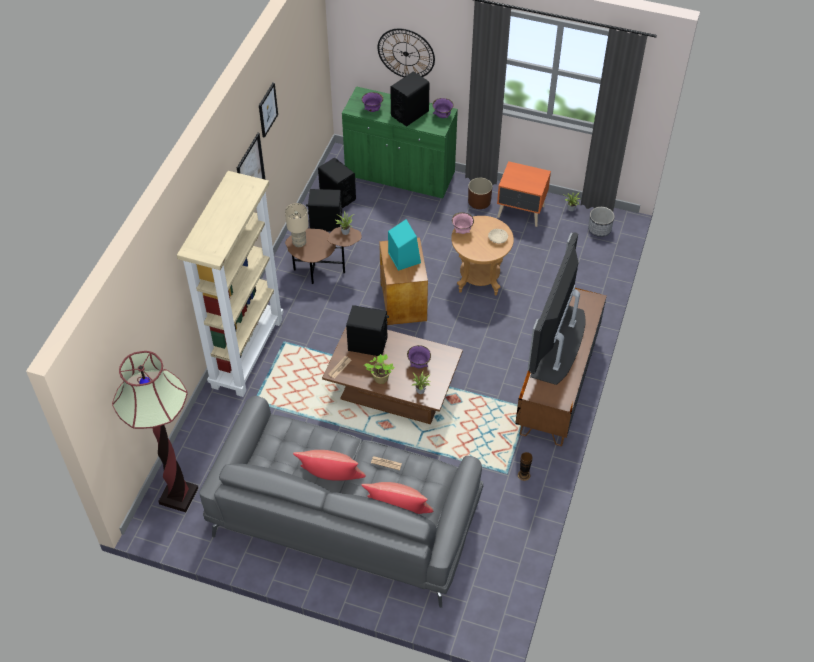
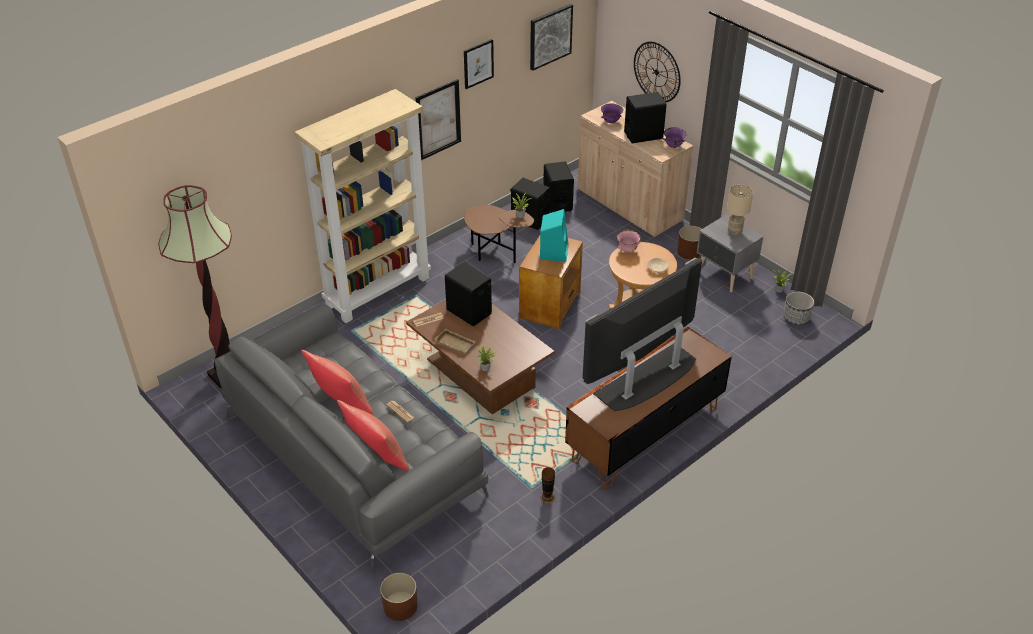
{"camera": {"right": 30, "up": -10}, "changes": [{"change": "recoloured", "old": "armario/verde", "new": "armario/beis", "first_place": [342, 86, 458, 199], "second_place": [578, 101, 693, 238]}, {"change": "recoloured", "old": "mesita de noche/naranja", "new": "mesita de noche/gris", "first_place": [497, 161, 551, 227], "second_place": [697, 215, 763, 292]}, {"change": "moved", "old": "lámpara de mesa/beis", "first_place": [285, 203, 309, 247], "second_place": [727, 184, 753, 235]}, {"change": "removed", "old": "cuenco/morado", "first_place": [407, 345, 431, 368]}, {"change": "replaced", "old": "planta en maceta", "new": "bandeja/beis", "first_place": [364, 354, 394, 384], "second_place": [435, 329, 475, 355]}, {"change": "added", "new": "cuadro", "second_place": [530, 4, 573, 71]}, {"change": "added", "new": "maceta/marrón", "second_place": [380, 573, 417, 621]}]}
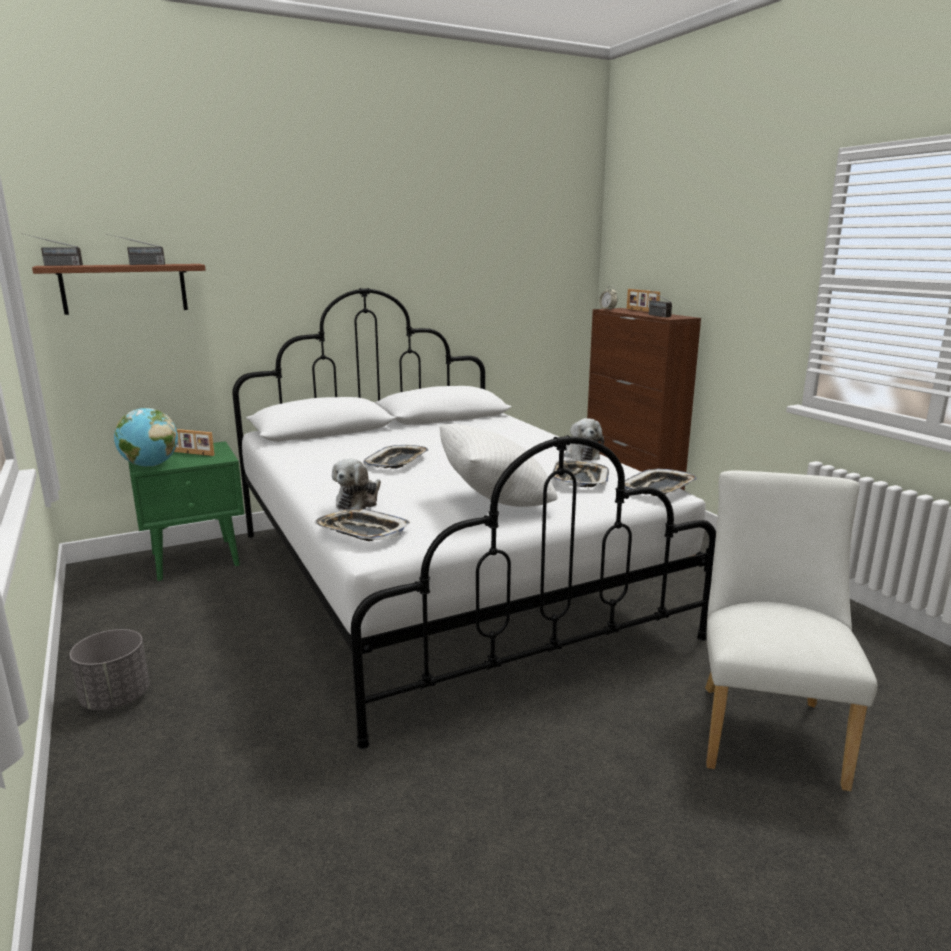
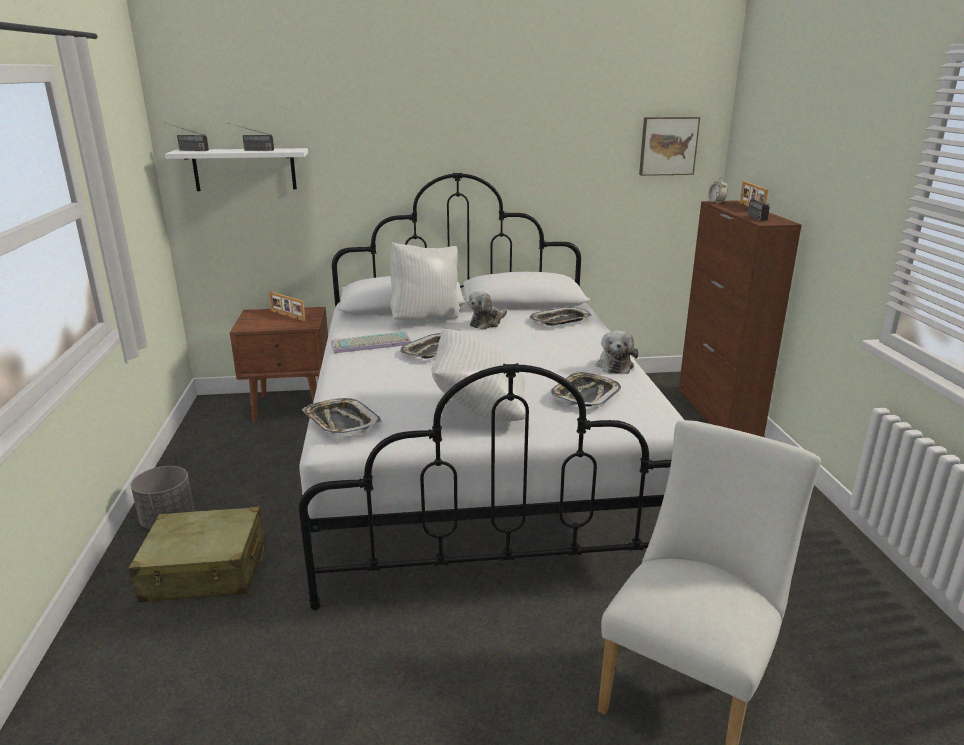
{"camera": {"right": 20, "up": 5}, "changes": [{"change": "recoloured", "old": "estante/marrón", "new": "estante/blanco", "first_place": [32, 264, 206, 315], "second_place": [165, 148, 308, 191]}, {"change": "removed", "old": "globo terráqueo", "first_place": [114, 408, 178, 467]}, {"change": "recoloured", "old": "mesita de noche/verde", "new": "mesita de noche/marrón", "first_place": [128, 441, 244, 581], "second_place": [230, 307, 328, 422]}, {"change": "moved", "old": "peluche", "first_place": [332, 458, 381, 510], "second_place": [468, 291, 507, 330]}, {"change": "moved", "old": "bandeja", "first_place": [625, 468, 697, 496], "second_place": [529, 307, 592, 326]}, {"change": "added", "new": "cuadro", "second_place": [639, 117, 700, 176]}, {"change": "added", "new": "cojín/blanco", "second_place": [390, 242, 459, 321]}, {"change": "added", "new": "teclado", "second_place": [331, 332, 412, 353]}, {"change": "added", "new": "maleta/beis", "second_place": [128, 507, 266, 602]}]}
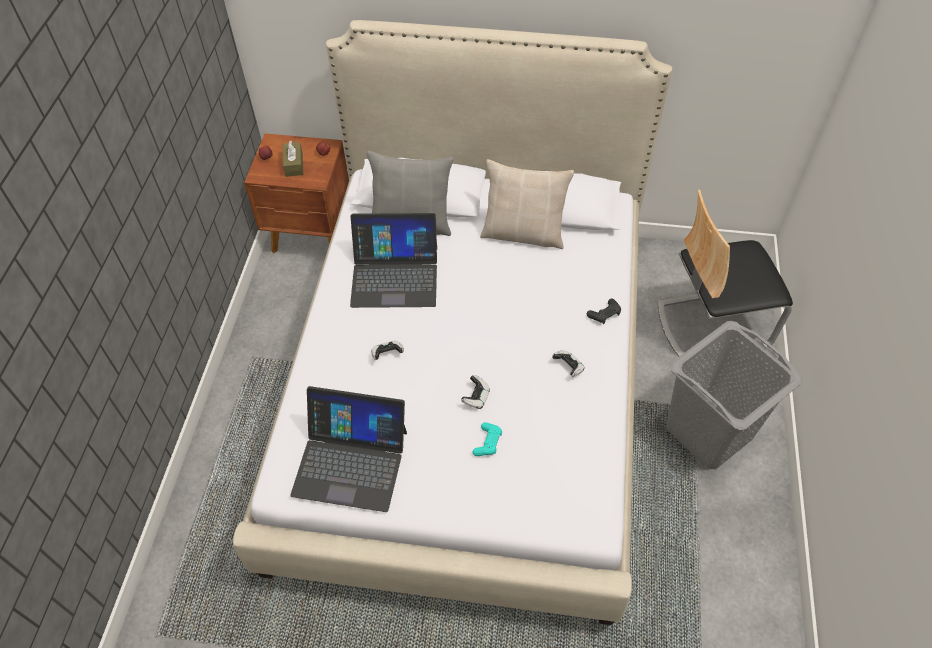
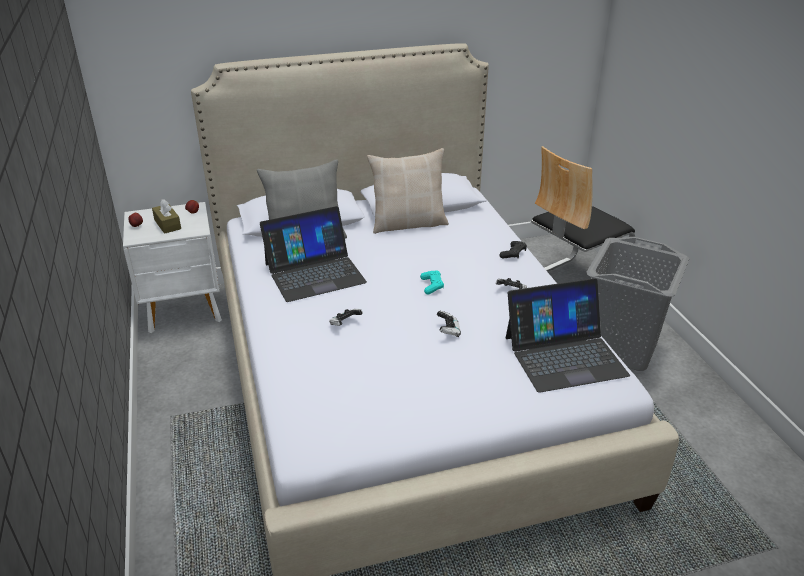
{"camera": {"right": -25, "up": -20}, "changes": [{"change": "recoloured", "old": "mesita de noche/marrón", "new": "mesita de noche/blanco", "first_place": [244, 133, 349, 253], "second_place": [123, 202, 222, 333]}, {"change": "moved", "old": "portátil", "first_place": [291, 386, 407, 512], "second_place": [506, 278, 630, 393]}, {"change": "moved", "old": "mando de consola/turquesa", "first_place": [473, 422, 502, 456], "second_place": [420, 271, 444, 295]}]}
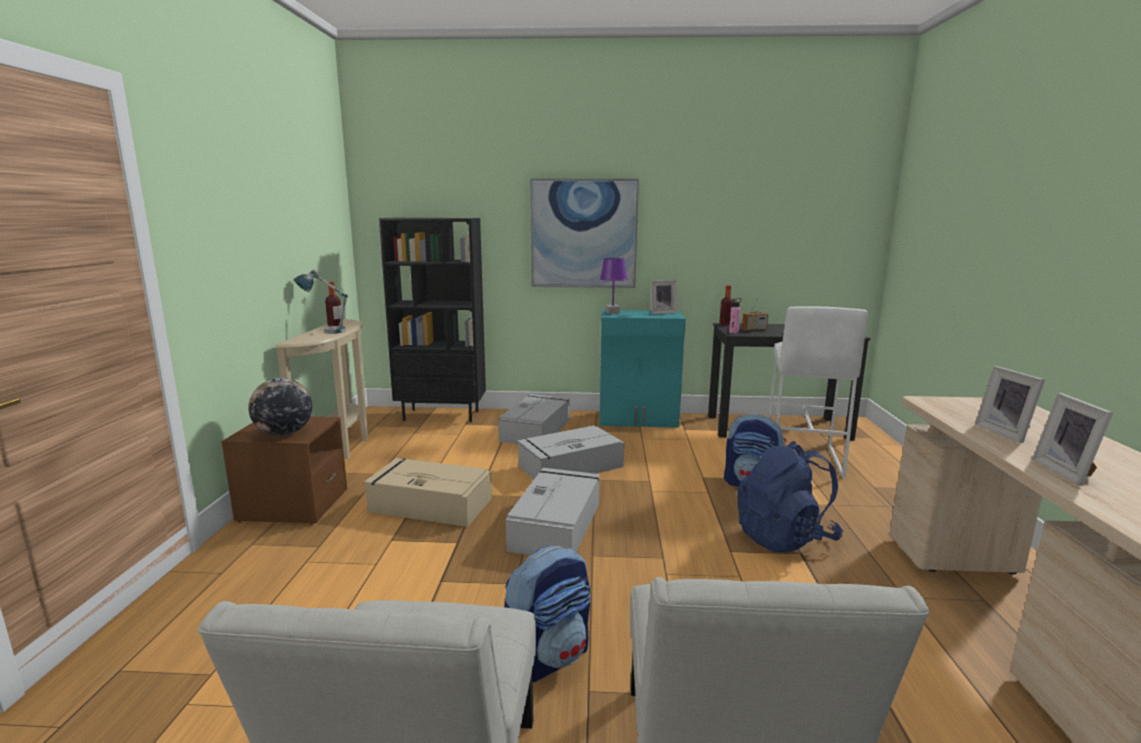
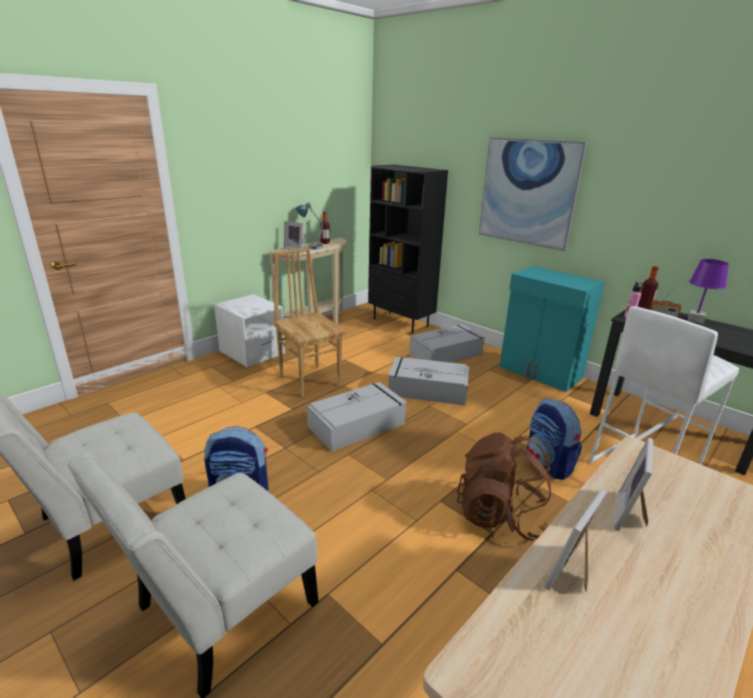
{"camera": {"right": 40, "up": 10}, "changes": [{"change": "moved", "old": "lámpara de mesa/morado", "first_place": [600, 258, 627, 314], "second_place": [688, 259, 729, 324]}, {"change": "moved", "old": "portarretratos", "first_place": [651, 280, 677, 314], "second_place": [284, 221, 304, 250]}, {"change": "removed", "old": "globo terráqueo", "first_place": [248, 378, 312, 436]}, {"change": "recoloured", "old": "mesita de noche/marrón", "new": "mesita de noche/blanco", "first_place": [221, 417, 347, 525], "second_place": [214, 294, 285, 367]}, {"change": "recoloured", "old": "mochila/azul", "new": "mochila/marrón", "first_place": [737, 441, 843, 552], "second_place": [457, 433, 551, 541]}, {"change": "replaced", "old": "caja de almacenaje/beis", "new": "silla/marrón", "first_place": [364, 458, 492, 527], "second_place": [273, 248, 346, 397]}]}
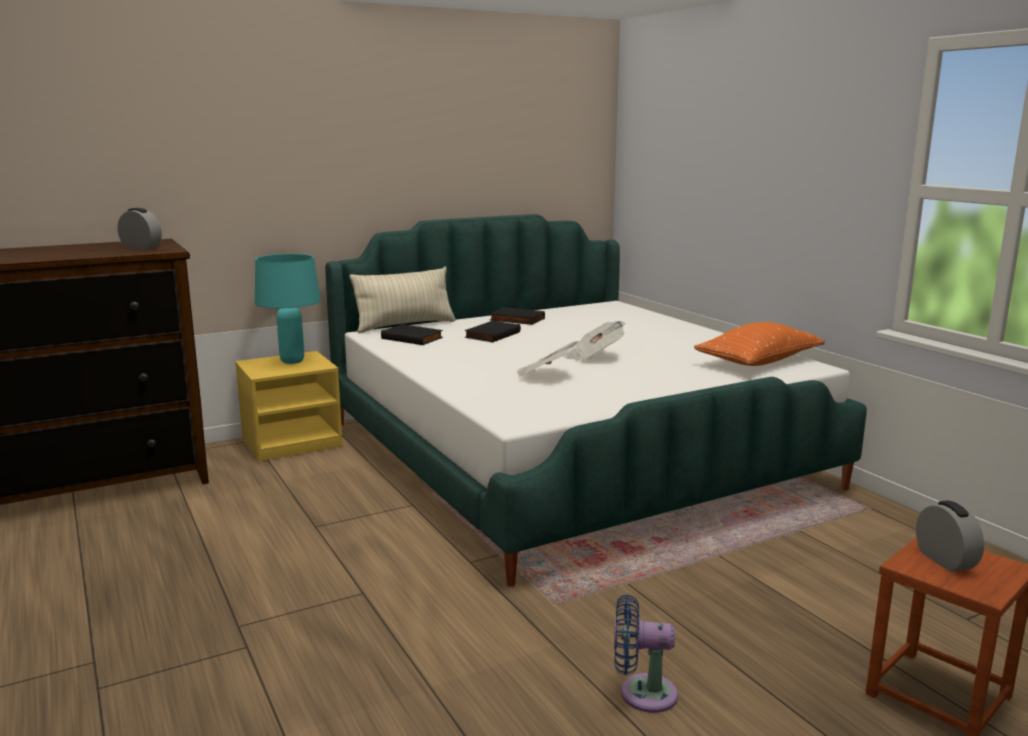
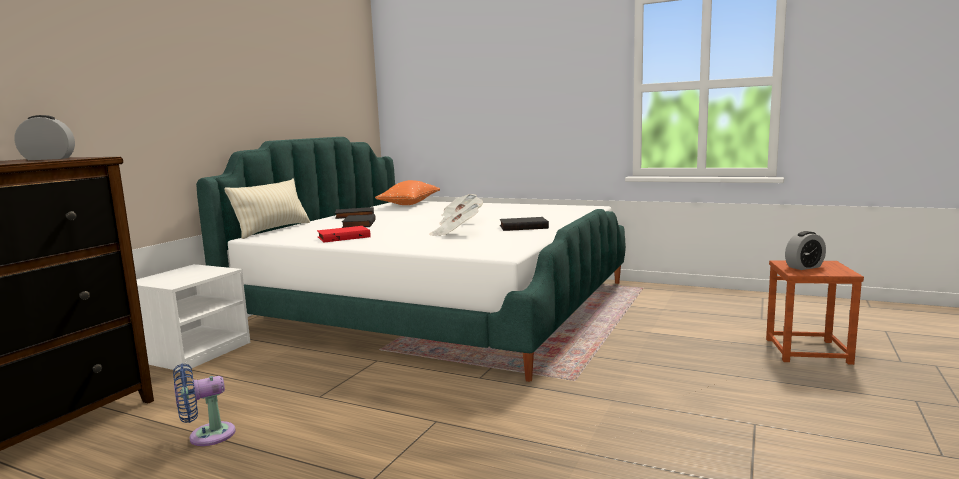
{"camera": {"right": -35, "up": -5}, "changes": [{"change": "removed", "old": "lámpara de mesa/turquesa", "first_place": [255, 254, 321, 364]}, {"change": "moved", "old": "cojín/naranja", "first_place": [694, 322, 825, 366], "second_place": [375, 180, 440, 205]}, {"change": "moved", "old": "libro/negro", "first_place": [381, 324, 443, 345], "second_place": [499, 217, 549, 231]}, {"change": "recoloured", "old": "mesita de noche/amarillo", "new": "mesita de noche/blanco", "first_place": [235, 351, 343, 461], "second_place": [136, 264, 251, 373]}, {"change": "turned", "old": "despertador", "first_place": [916, 501, 984, 572], "second_place": [785, 231, 826, 270], "degrees": 120}, {"change": "moved", "old": "ventilador/azul", "first_place": [614, 594, 678, 713], "second_place": [173, 364, 236, 446]}, {"change": "added", "new": "libro/rojo", "second_place": [317, 226, 371, 243]}]}
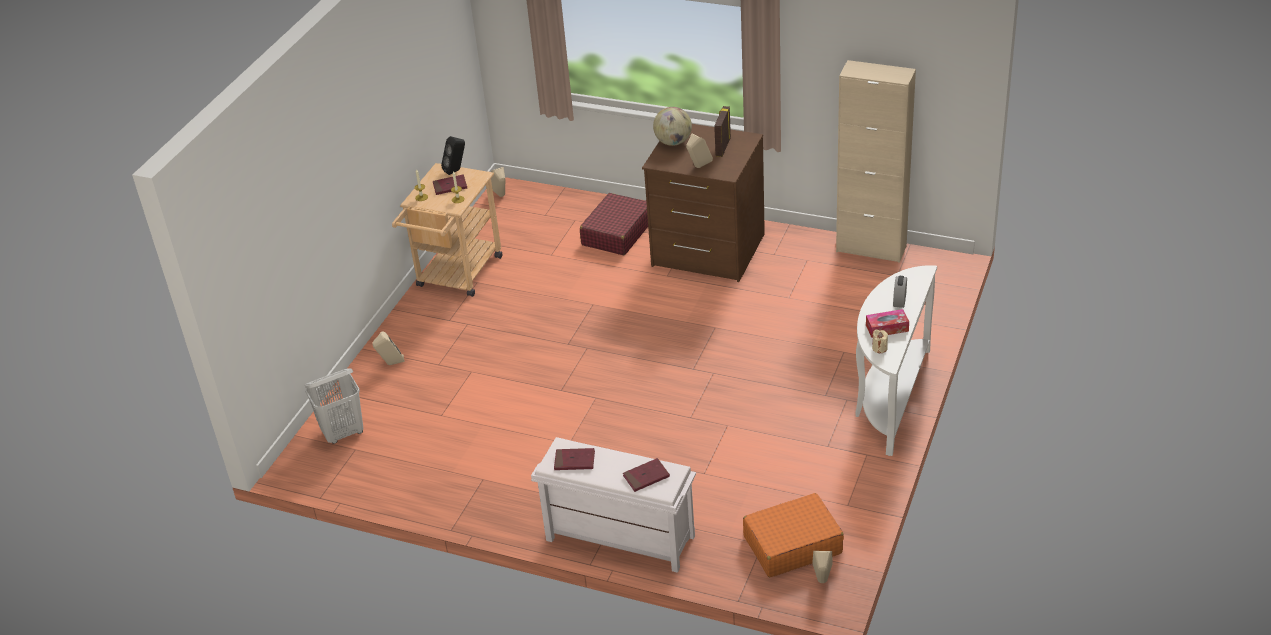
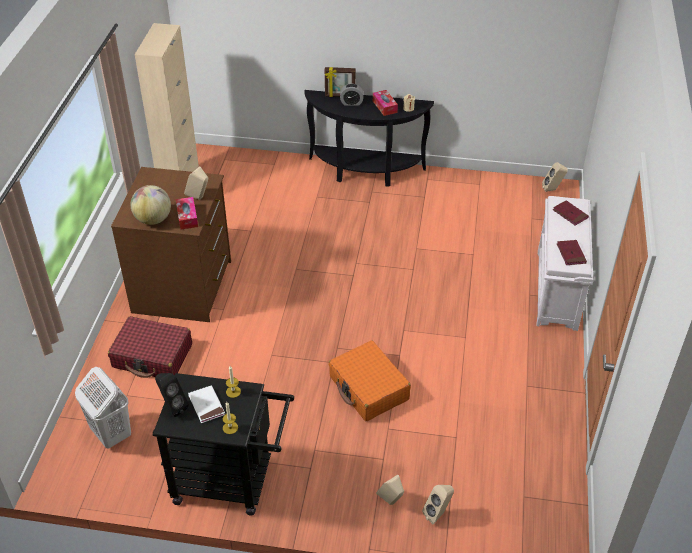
{"camera": {"right": -105, "up": 5}, "changes": [{"change": "moved", "old": "portarretratos", "first_place": [714, 106, 731, 157], "second_place": [325, 67, 356, 97]}, {"change": "recoloured", "old": "carrito/beis", "new": "carrito/negro", "first_place": [392, 163, 502, 297], "second_place": [153, 373, 294, 516]}, {"change": "moved", "old": "altavoz/beis", "first_place": [491, 167, 505, 197], "second_place": [422, 485, 454, 524]}, {"change": "recoloured", "old": "libro/rojo", "new": "libro/blanco", "first_place": [433, 174, 467, 195], "second_place": [188, 385, 225, 423]}, {"change": "recoloured", "old": "mesa consola/blanco", "new": "mesa consola/negro", "first_place": [855, 265, 937, 456], "second_place": [305, 90, 434, 187]}, {"change": "moved", "old": "cesto de la ropa/blanco", "first_place": [305, 369, 363, 444], "second_place": [75, 367, 131, 449]}, {"change": "moved", "old": "maleta/naranja", "first_place": [743, 493, 844, 577], "second_place": [329, 341, 411, 421]}, {"change": "added", "new": "caja de pañuelos", "second_place": [176, 197, 198, 230]}]}
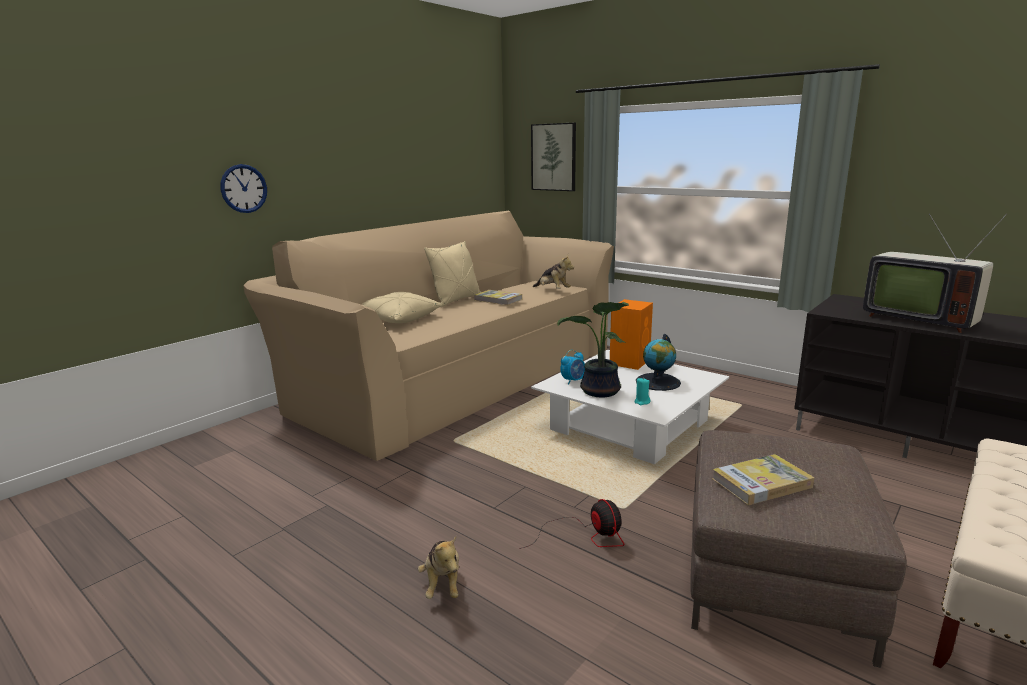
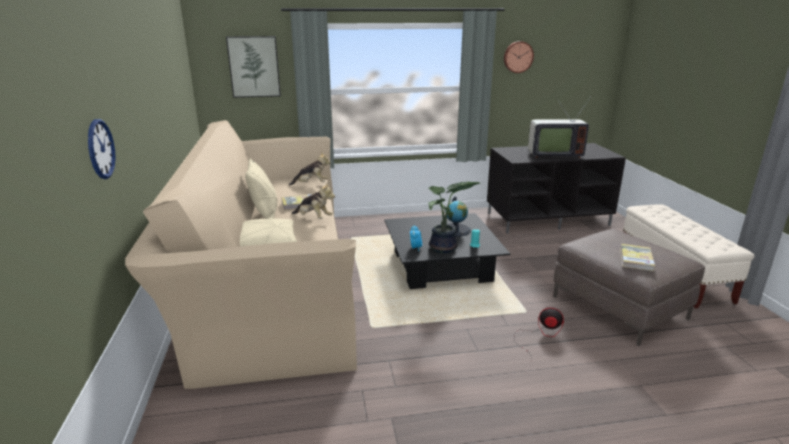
{"camera": {"right": -50, "up": 5}, "changes": [{"change": "removed", "old": "altavoz/naranja", "first_place": [610, 299, 653, 370]}, {"change": "recoloured", "old": "mesa de centro/blanco", "new": "mesa de centro/negro", "first_place": [531, 350, 729, 464], "second_place": [384, 213, 510, 289]}, {"change": "moved", "old": "peluche", "first_place": [418, 536, 459, 599], "second_place": [291, 182, 335, 219]}, {"change": "added", "new": "reloj de pared", "second_place": [504, 41, 534, 73]}]}
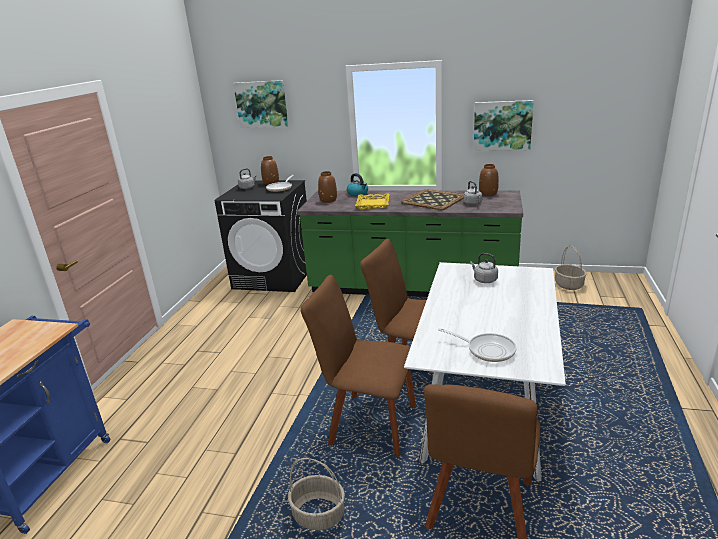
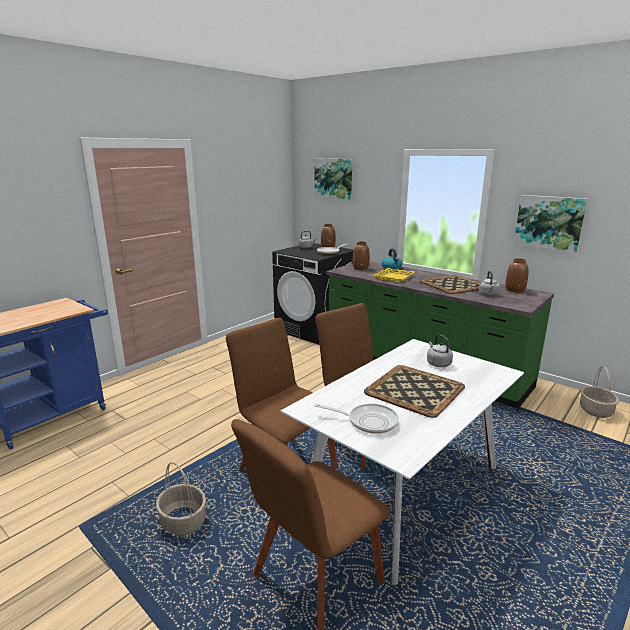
{"camera": {"right": 25, "up": -5}, "changes": [{"change": "turned", "old": "sartén", "first_place": [438, 328, 516, 362], "second_place": [314, 403, 399, 434], "degrees": -45}, {"change": "added", "new": "bandeja", "second_place": [364, 365, 465, 418]}]}
